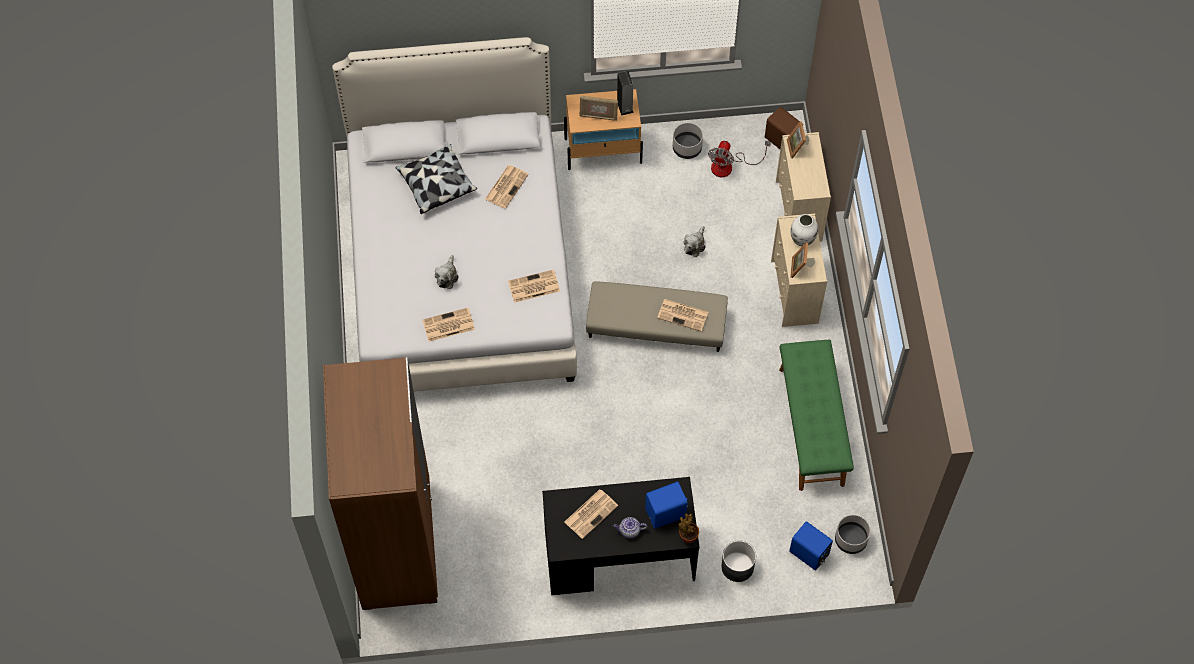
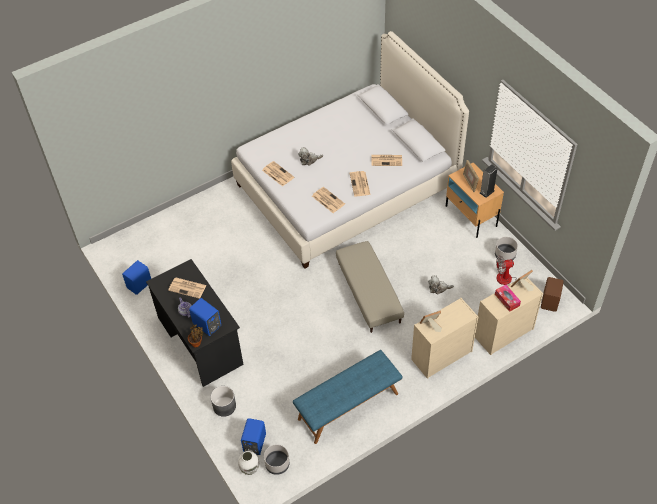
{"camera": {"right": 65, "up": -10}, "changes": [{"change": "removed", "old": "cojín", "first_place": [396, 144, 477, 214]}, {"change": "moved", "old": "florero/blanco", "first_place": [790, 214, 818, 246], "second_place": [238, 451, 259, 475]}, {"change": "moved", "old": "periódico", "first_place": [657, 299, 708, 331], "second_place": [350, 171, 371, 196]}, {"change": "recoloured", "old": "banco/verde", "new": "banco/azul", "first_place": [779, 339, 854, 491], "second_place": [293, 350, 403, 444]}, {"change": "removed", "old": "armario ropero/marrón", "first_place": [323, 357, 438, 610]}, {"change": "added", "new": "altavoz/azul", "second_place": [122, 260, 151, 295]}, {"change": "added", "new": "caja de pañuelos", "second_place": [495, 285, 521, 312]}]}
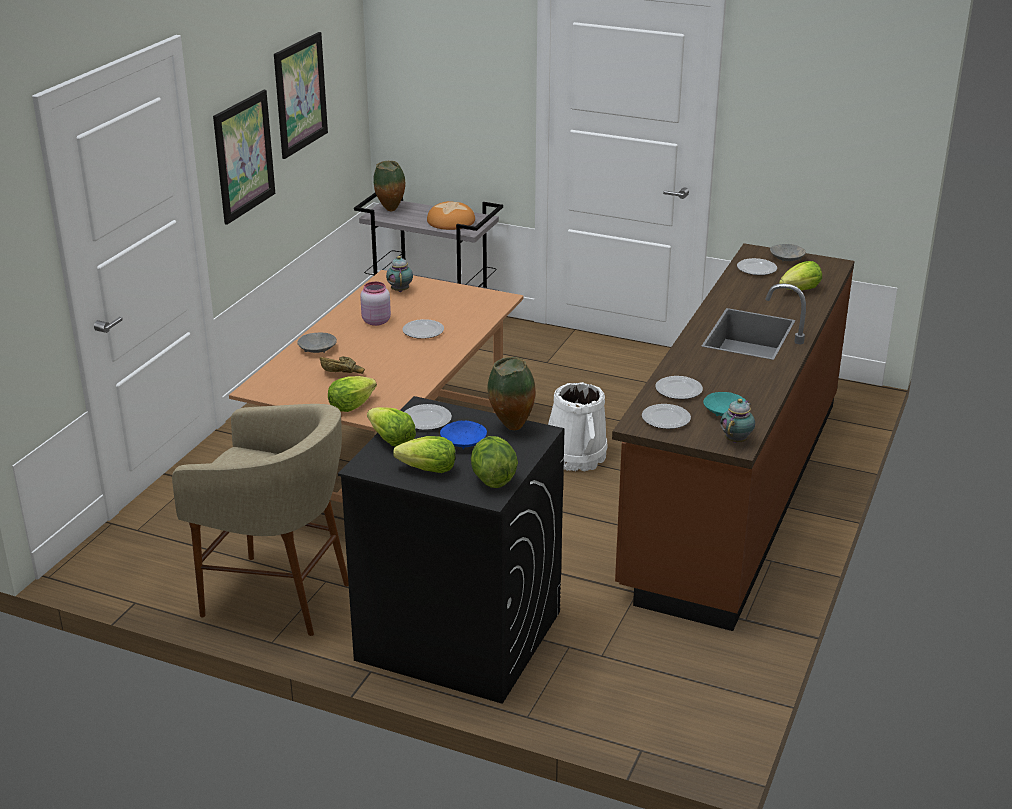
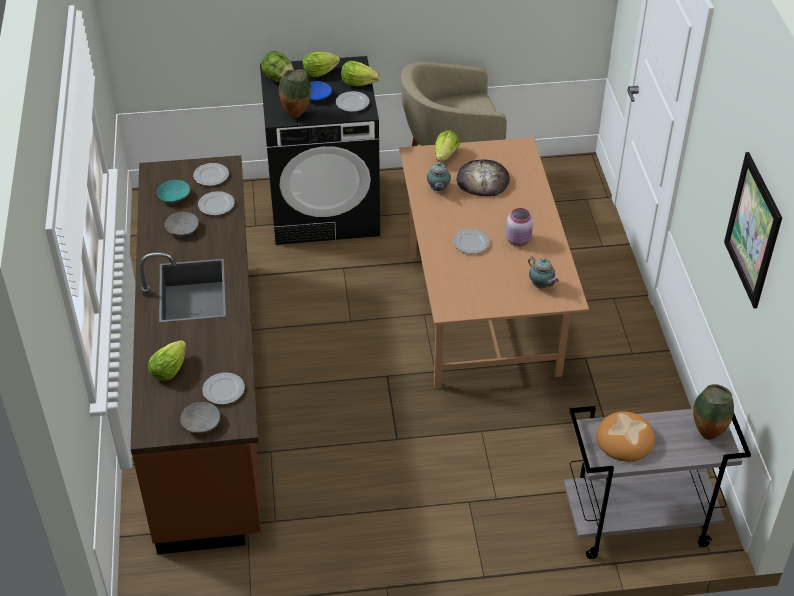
{"camera": {"right": 150, "up": 15}, "changes": [{"change": "removed", "old": "cuadro", "first_place": [213, 90, 275, 225]}, {"change": "moved", "old": "cuenco/gris", "first_place": [297, 332, 337, 353], "second_place": [165, 212, 199, 237]}, {"change": "replaced", "old": "cuenco/marrón", "new": "pan", "first_place": [320, 356, 365, 374], "second_place": [456, 160, 510, 196]}, {"change": "removed", "old": "cubo/blanco", "first_place": [548, 382, 608, 472]}, {"change": "moved", "old": "tetera", "first_place": [720, 399, 755, 443], "second_place": [427, 160, 451, 191]}]}
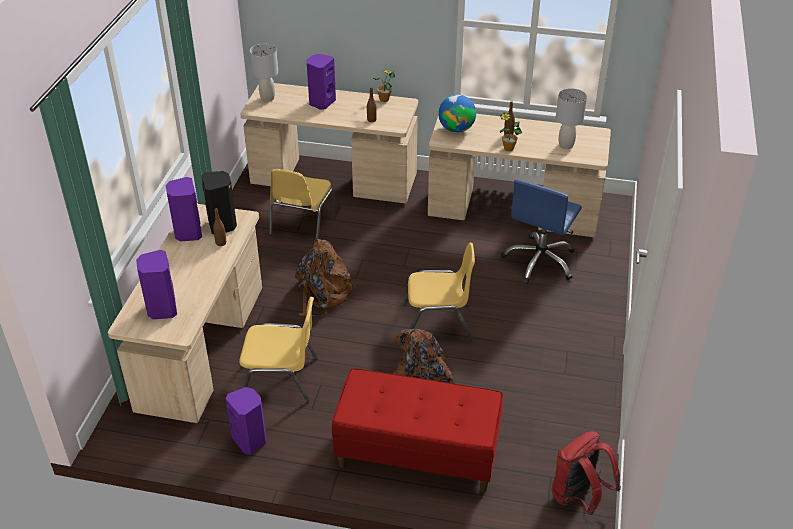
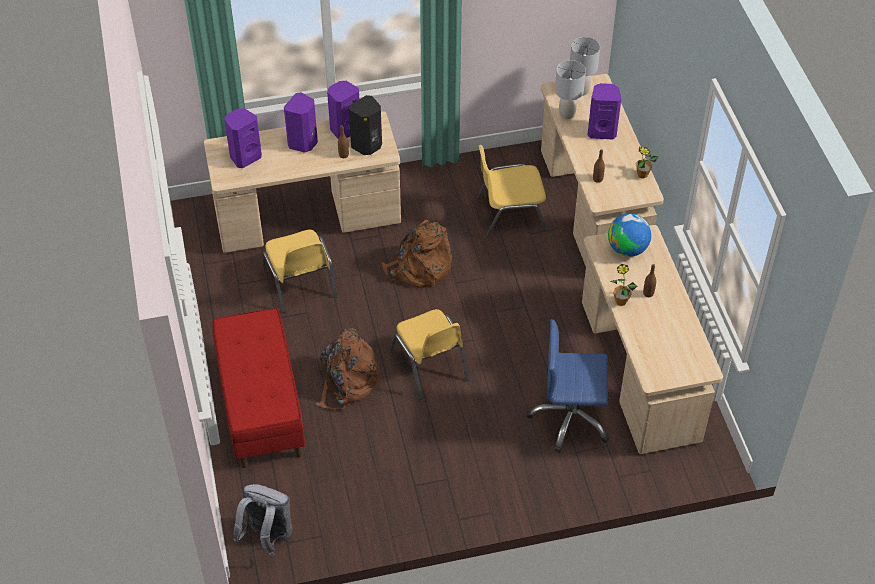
{"camera": {"right": 65, "up": 10}, "changes": [{"change": "moved", "old": "lámpara de mesa/gris", "first_place": [556, 88, 587, 149], "second_place": [555, 60, 586, 119]}, {"change": "moved", "old": "altavoz/morado", "first_place": [225, 387, 266, 455], "second_place": [284, 92, 318, 153]}, {"change": "recoloured", "old": "mochila/rojo", "new": "mochila/gris", "first_place": [552, 431, 621, 515], "second_place": [233, 484, 292, 557]}]}
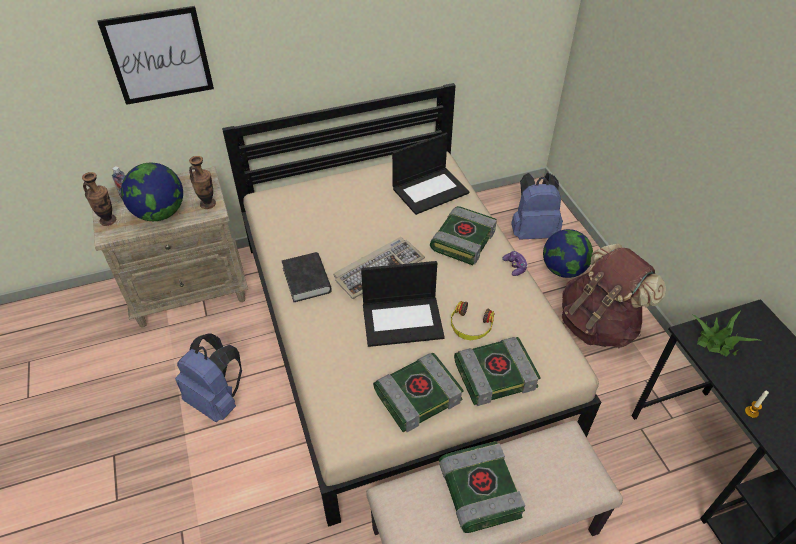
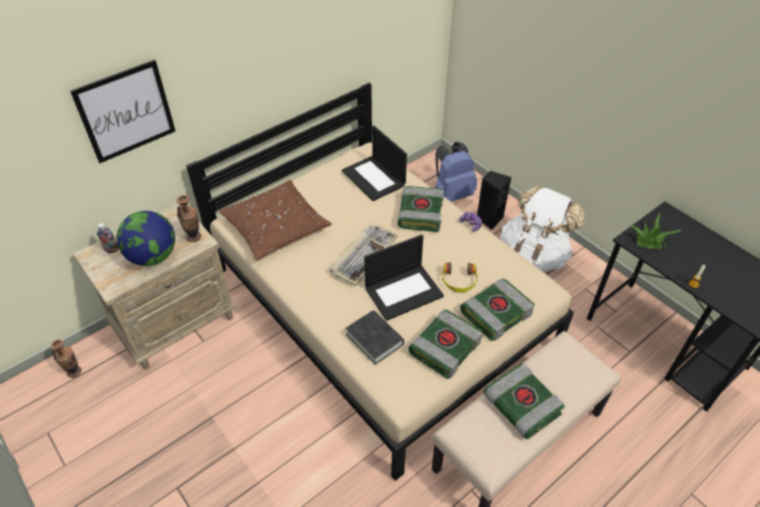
{"camera": {"right": -20, "up": 0}, "changes": [{"change": "turned", "old": "portátil", "first_place": [392, 133, 469, 215], "second_place": [342, 126, 407, 201], "degrees": 105}, {"change": "moved", "old": "florero", "first_place": [82, 172, 116, 226], "second_place": [51, 339, 82, 378]}, {"change": "replaced", "old": "globo terráqueo", "new": "altavoz/negro", "first_place": [543, 229, 593, 278], "second_place": [477, 171, 511, 230]}, {"change": "recoloured", "old": "mochila/marrón", "new": "mochila/blanco", "first_place": [562, 243, 666, 348], "second_place": [501, 186, 584, 272]}, {"change": "moved", "old": "libro/negro", "first_place": [282, 252, 332, 302], "second_place": [346, 310, 404, 365]}, {"change": "removed", "old": "mochila/azul", "first_place": [175, 333, 242, 422]}, {"change": "added", "new": "cojín/marrón", "second_place": [219, 180, 332, 260]}]}
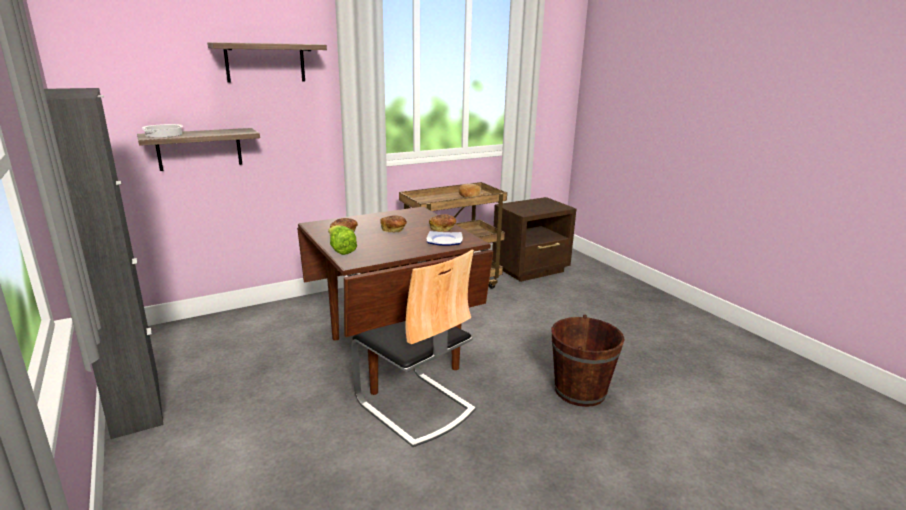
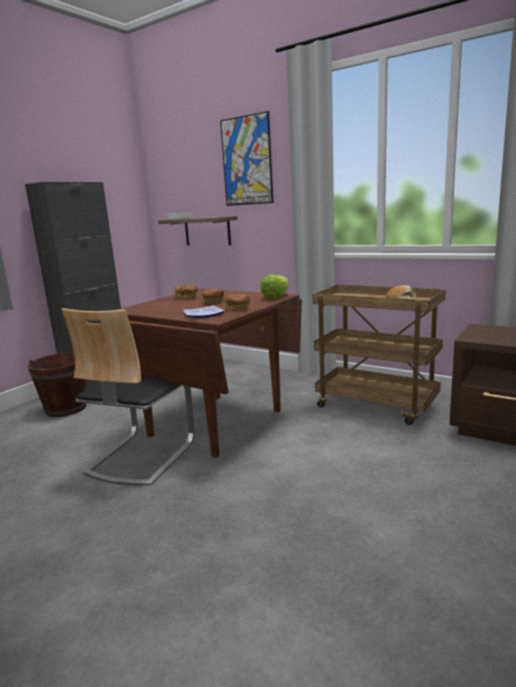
{"camera": {"right": 65, "up": -5}, "changes": [{"change": "replaced", "old": "estante", "new": "cuadro", "first_place": [207, 42, 327, 82], "second_place": [220, 111, 274, 206]}, {"change": "moved", "old": "lechuga", "first_place": [328, 225, 357, 255], "second_place": [260, 275, 289, 299]}, {"change": "moved", "old": "cubo/marrón", "first_place": [551, 314, 625, 407], "second_place": [27, 352, 87, 417]}]}
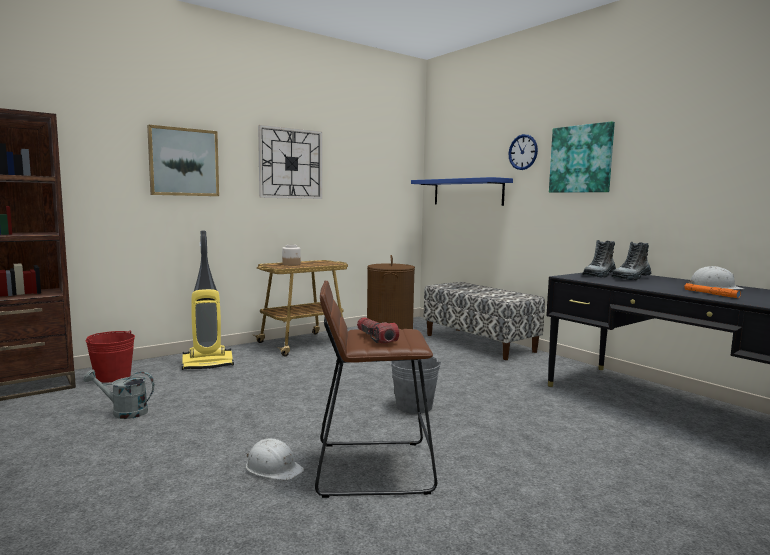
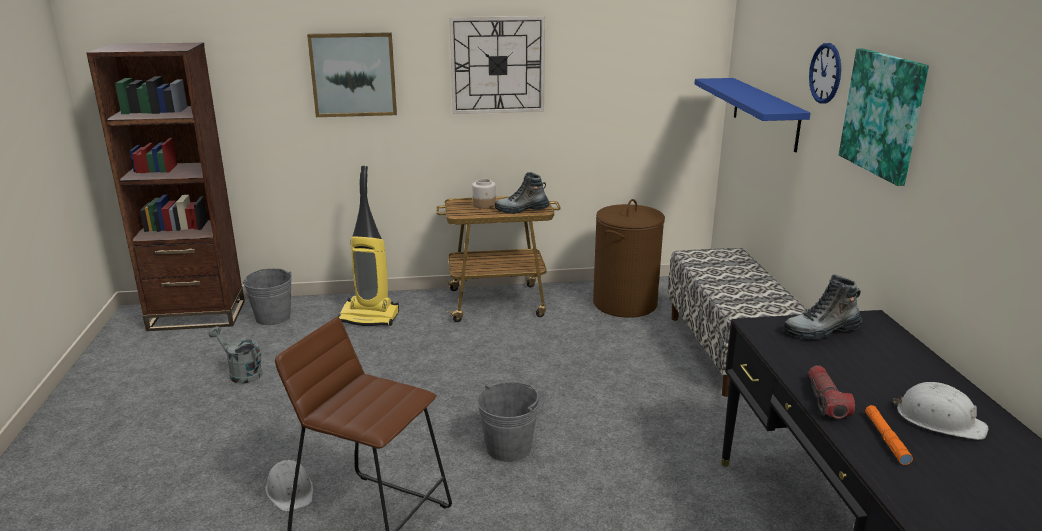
{"camera": {"right": 30, "up": 15}, "changes": [{"change": "moved", "old": "bota", "first_place": [611, 242, 652, 280], "second_place": [495, 172, 550, 214]}, {"change": "moved", "old": "linterna", "first_place": [357, 317, 399, 344], "second_place": [808, 366, 855, 419]}, {"change": "recoloured", "old": "cubo/rojo", "new": "cubo/gris", "first_place": [85, 331, 135, 383], "second_place": [243, 268, 292, 325]}]}
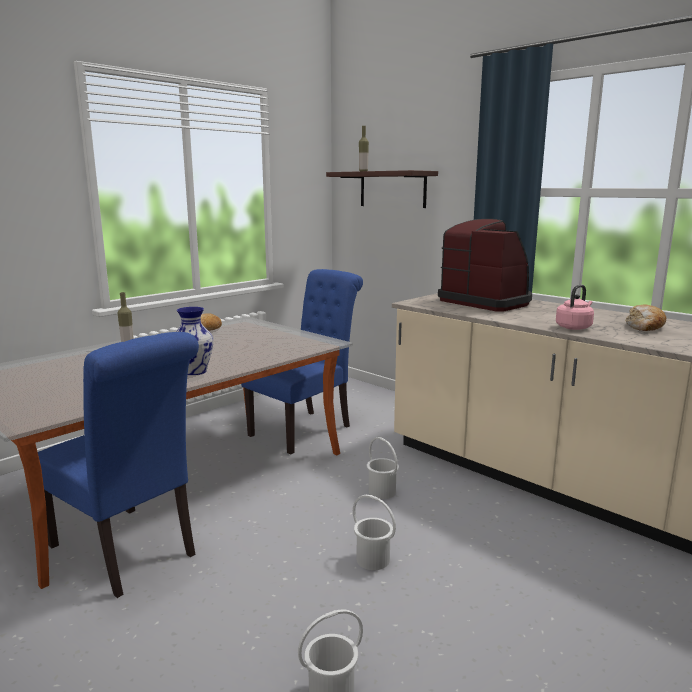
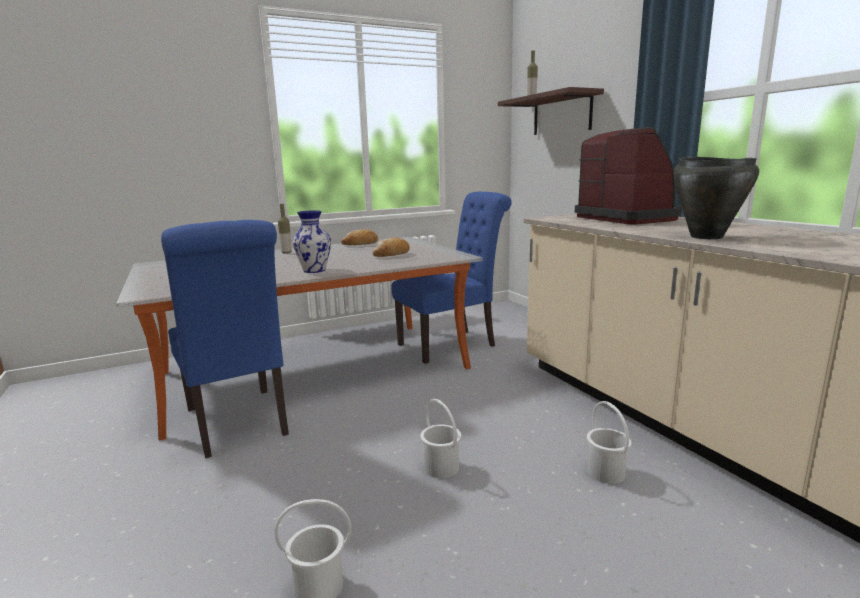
{"camera": {"right": 20, "up": 0}, "changes": [{"change": "replaced", "old": "hervidor/rosa", "new": "olla/negro", "first_place": [556, 285, 594, 330], "second_place": [673, 156, 759, 239]}, {"change": "moved", "old": "pan", "first_place": [625, 304, 666, 331], "second_place": [372, 238, 410, 257]}, {"change": "moved", "old": "cubo/blanco", "first_place": [367, 437, 399, 499], "second_place": [587, 401, 632, 484]}]}
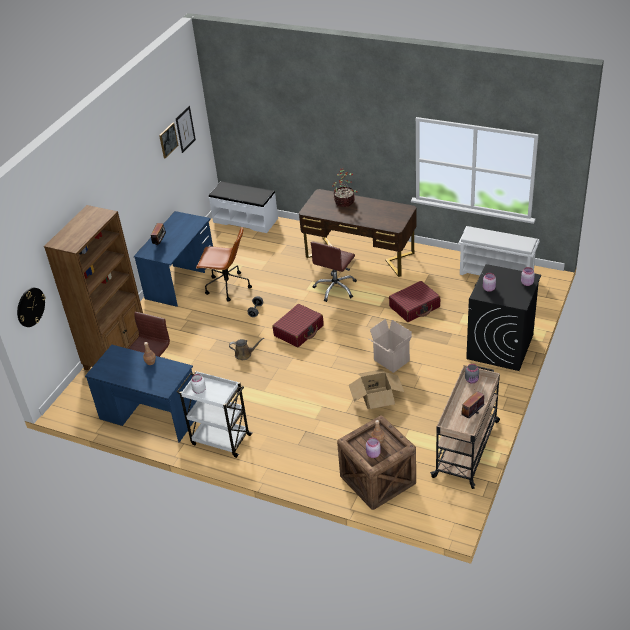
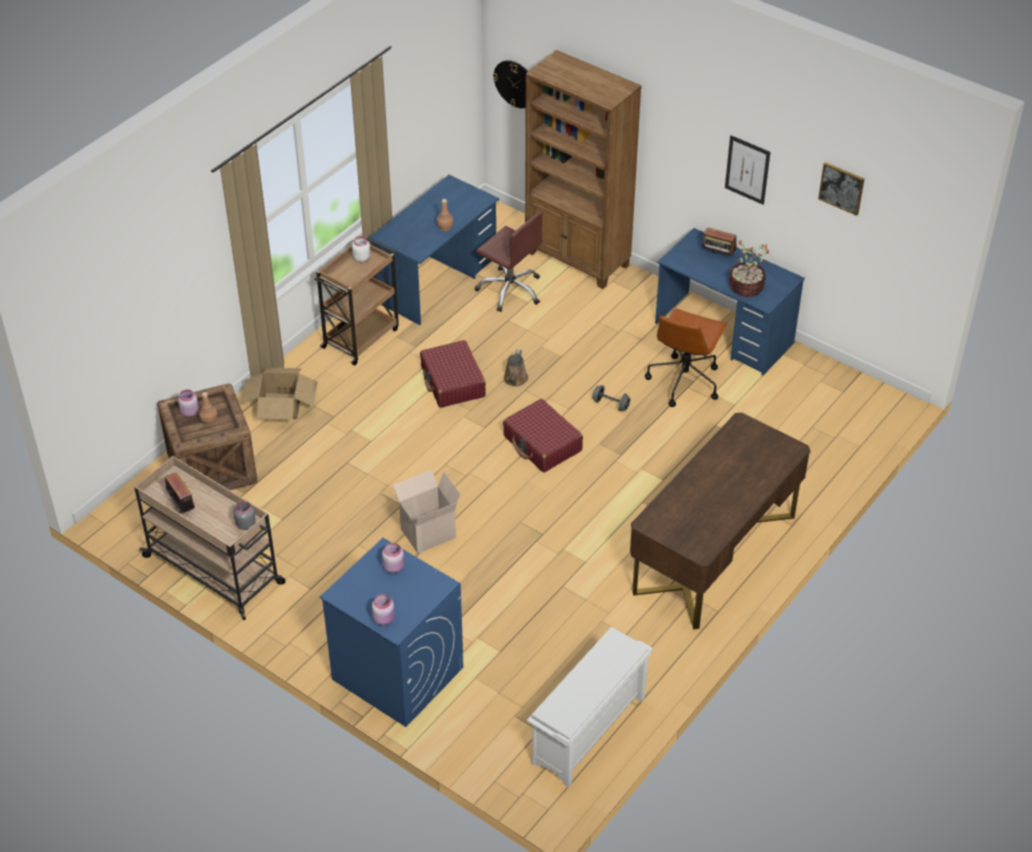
{"camera": {"right": 100, "up": 5}, "changes": [{"change": "moved", "old": "cuadro", "first_place": [176, 106, 196, 153], "second_place": [725, 135, 770, 205]}, {"change": "moved", "old": "planta en maceta", "first_place": [333, 168, 357, 207], "second_place": [729, 241, 769, 297]}, {"change": "removed", "old": "banco/blanco", "first_place": [209, 181, 278, 233]}, {"change": "removed", "old": "silla de oficina/marrón", "first_place": [310, 242, 357, 302]}, {"change": "recoloured", "old": "lavadora/negro", "new": "lavadora/azul", "first_place": [466, 264, 541, 371], "second_place": [320, 538, 463, 727]}, {"change": "moved", "old": "maleta/rojo", "first_place": [389, 281, 440, 322], "second_place": [420, 340, 486, 408]}, {"change": "moved", "old": "caja de cartón", "first_place": [349, 369, 404, 409], "second_place": [241, 368, 318, 420]}, {"change": "recoloured", "old": "carrito/blanco", "new": "carrito/marrón", "first_place": [177, 371, 253, 458], "second_place": [314, 238, 399, 365]}]}
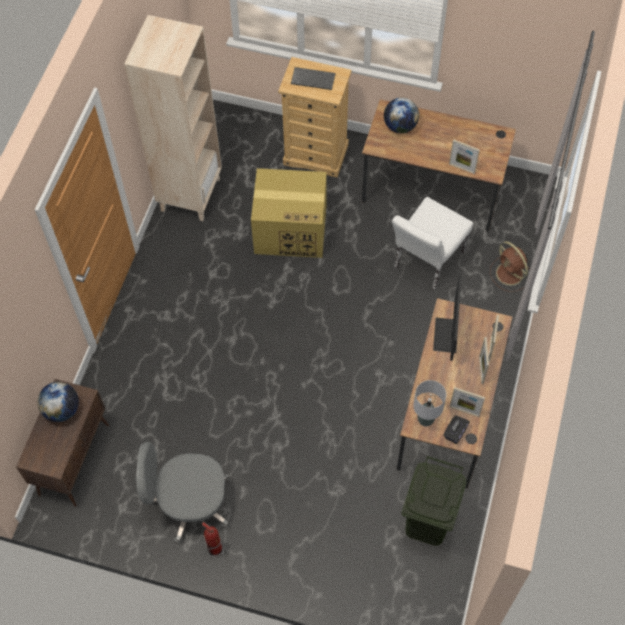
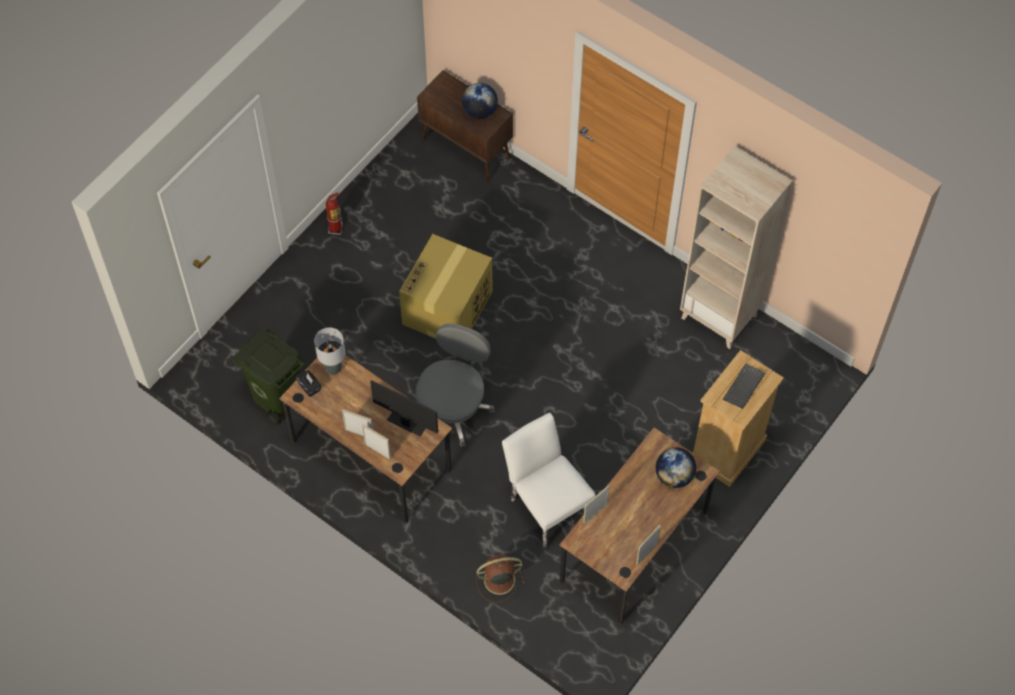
{"camera": {"right": 110, "up": 0}, "changes": [{"change": "moved", "old": "caja de cartón", "first_place": [251, 168, 327, 258], "second_place": [399, 234, 492, 338]}, {"change": "moved", "old": "portarretratos", "first_place": [450, 387, 485, 417], "second_place": [636, 525, 661, 565]}, {"change": "moved", "old": "silla de oficina/gris", "first_place": [136, 442, 230, 544], "second_place": [415, 323, 495, 447]}]}
